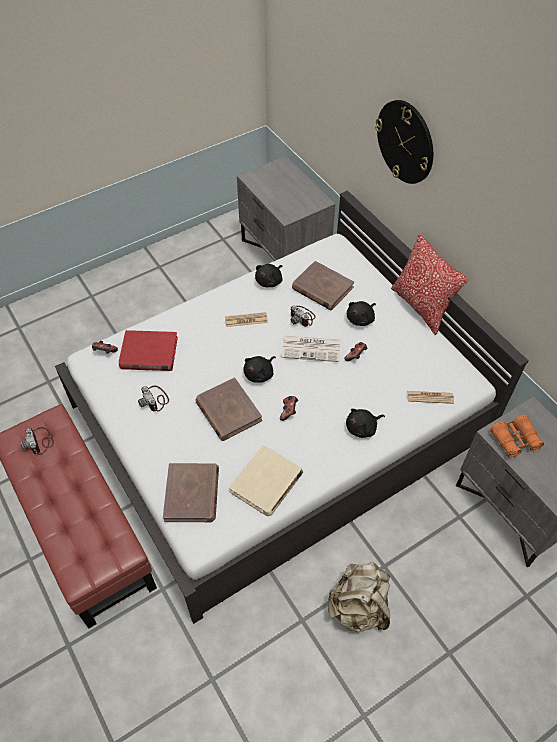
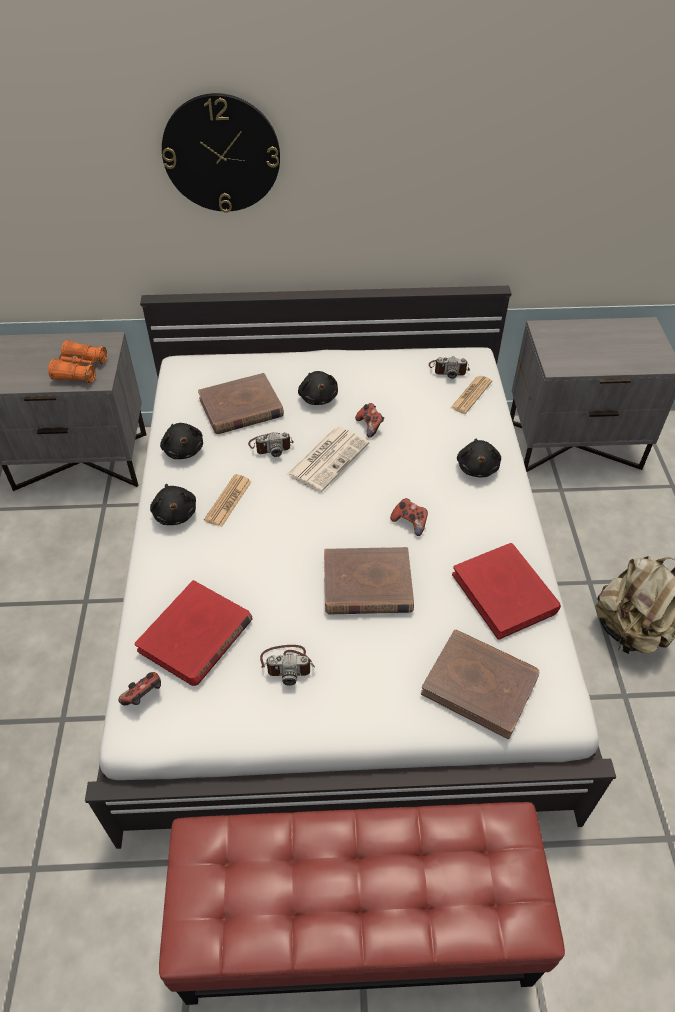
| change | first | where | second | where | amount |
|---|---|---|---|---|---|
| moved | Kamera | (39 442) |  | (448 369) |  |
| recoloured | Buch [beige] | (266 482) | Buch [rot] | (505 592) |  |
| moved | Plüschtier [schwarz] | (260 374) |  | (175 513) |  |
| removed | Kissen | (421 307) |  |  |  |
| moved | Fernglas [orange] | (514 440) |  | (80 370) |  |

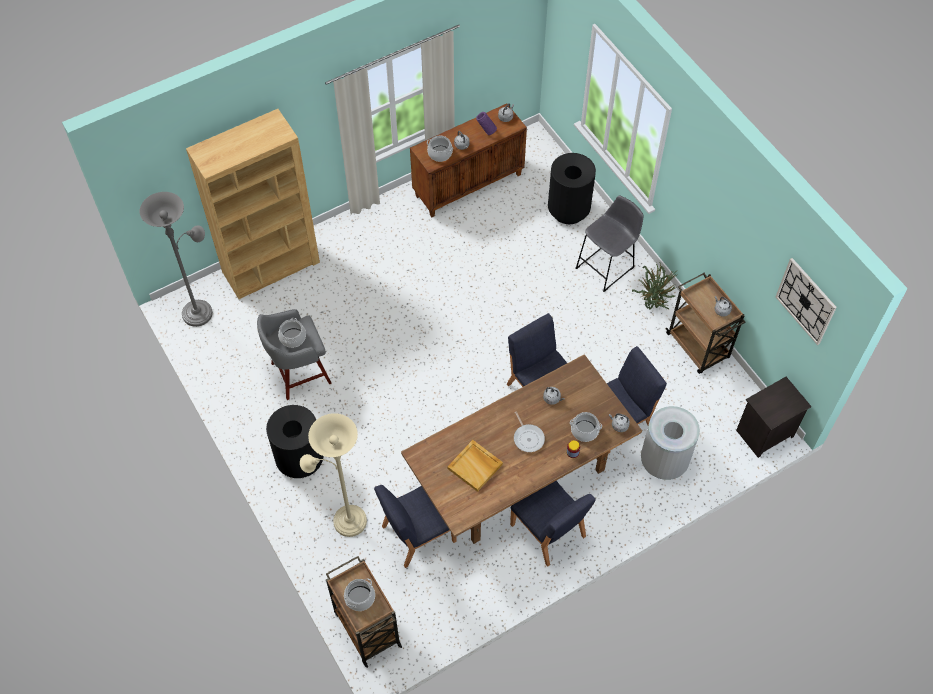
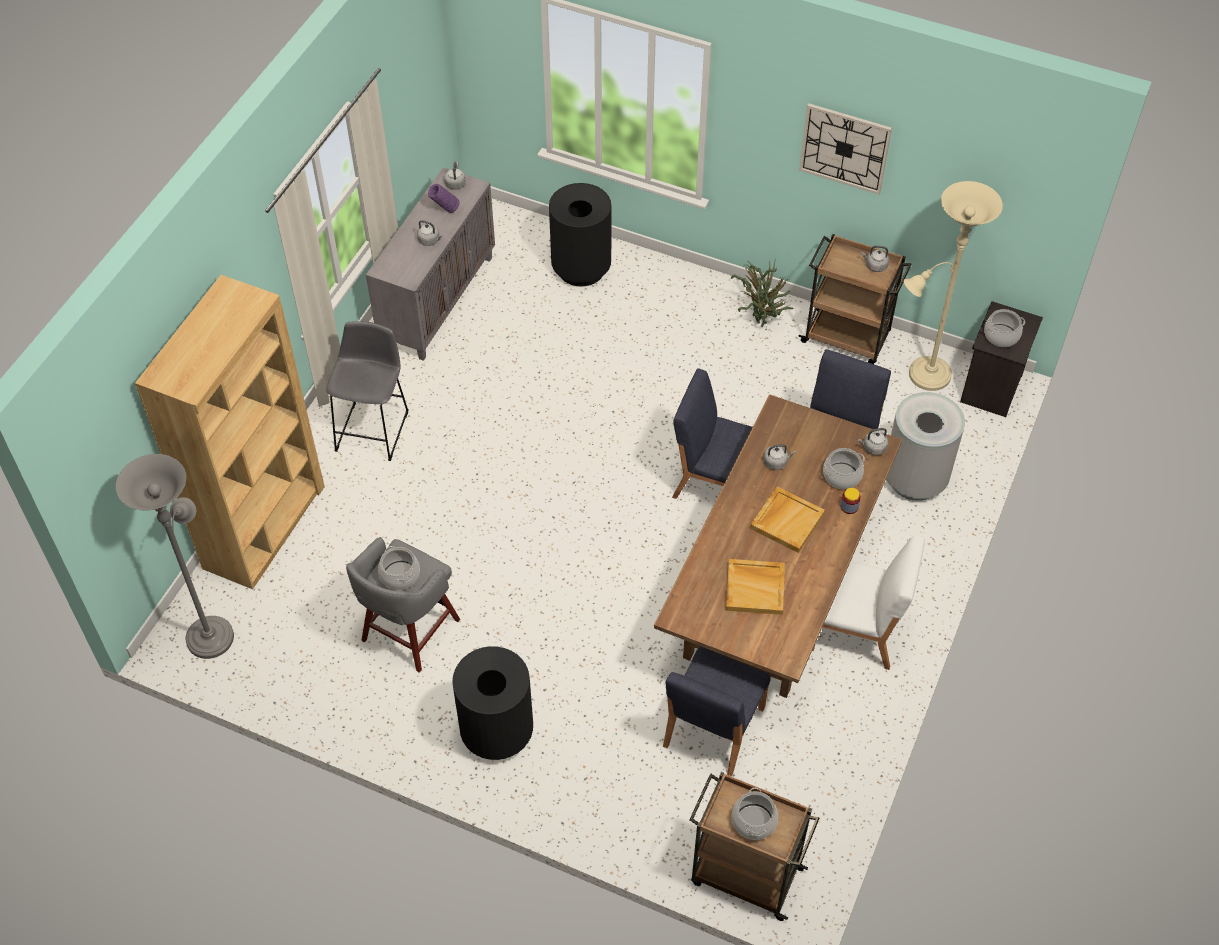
| change | first | where | second | where | amount |
|---|---|---|---|---|---|
| moved | Stehlampe [beige] | (345 520) |  | (924 376) |  |
| recoloured | Schrank [braun] | (468 184) | Schrank [grau] | (438 300) |  |
| moved | Kochtopf | (440 153) |  | (1001 335) |  |
| recoloured | Stuhl [blau] | (548 531) | Stuhl [weiß] | (857 631) |  |
| replaced | Pfanne | (528 438) | Tablett [beige] | (787 520) |  |
| moved | Hocker [grau] | (607 266) |  | (374 428) |  |
| moved | Wanduhr | (806 301) |  | (845 148) |  |

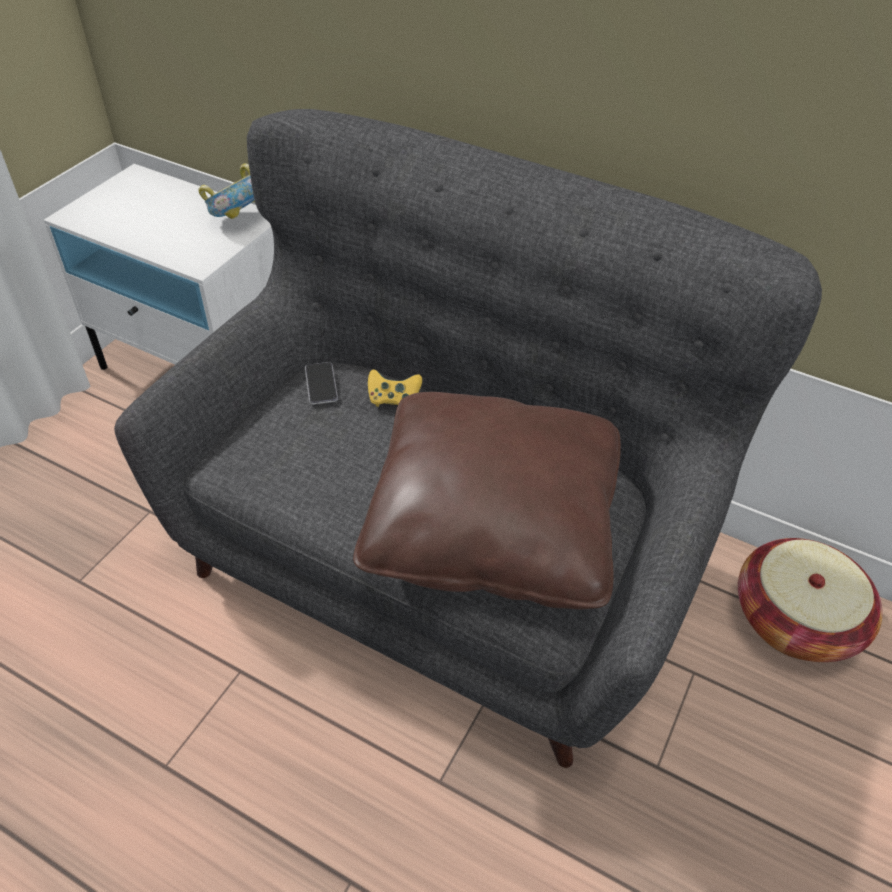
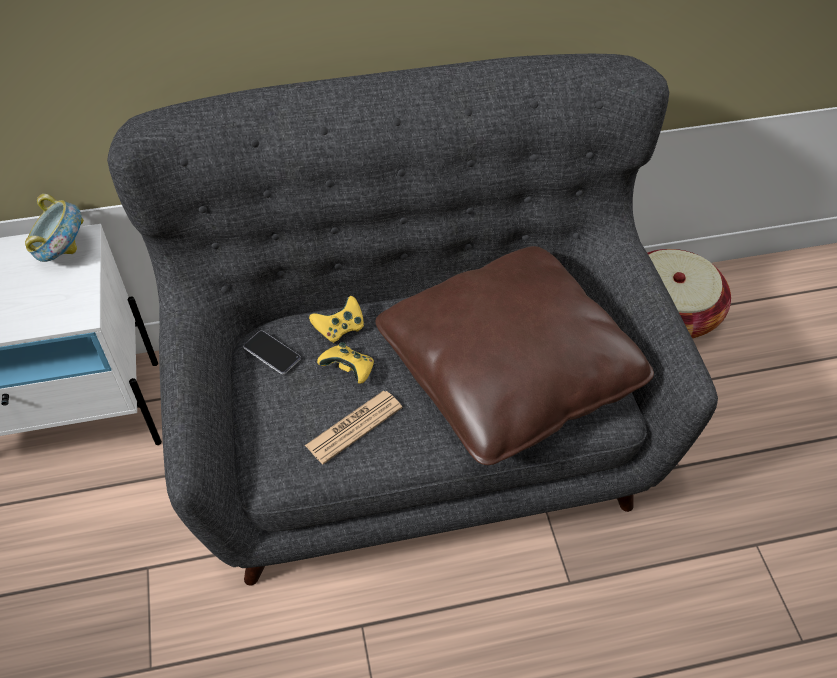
| change | first | where | second | where | amount |
|---|---|---|---|---|---|
| added |  |  | Zeitung | (354 427) |  |
| added |  |  | Gamepad [gelb] | (349 371) |  |

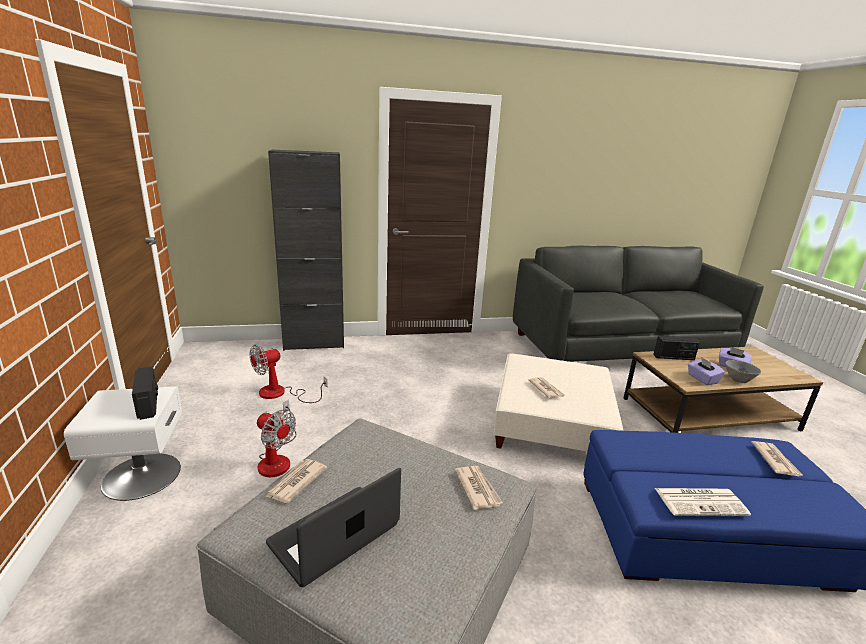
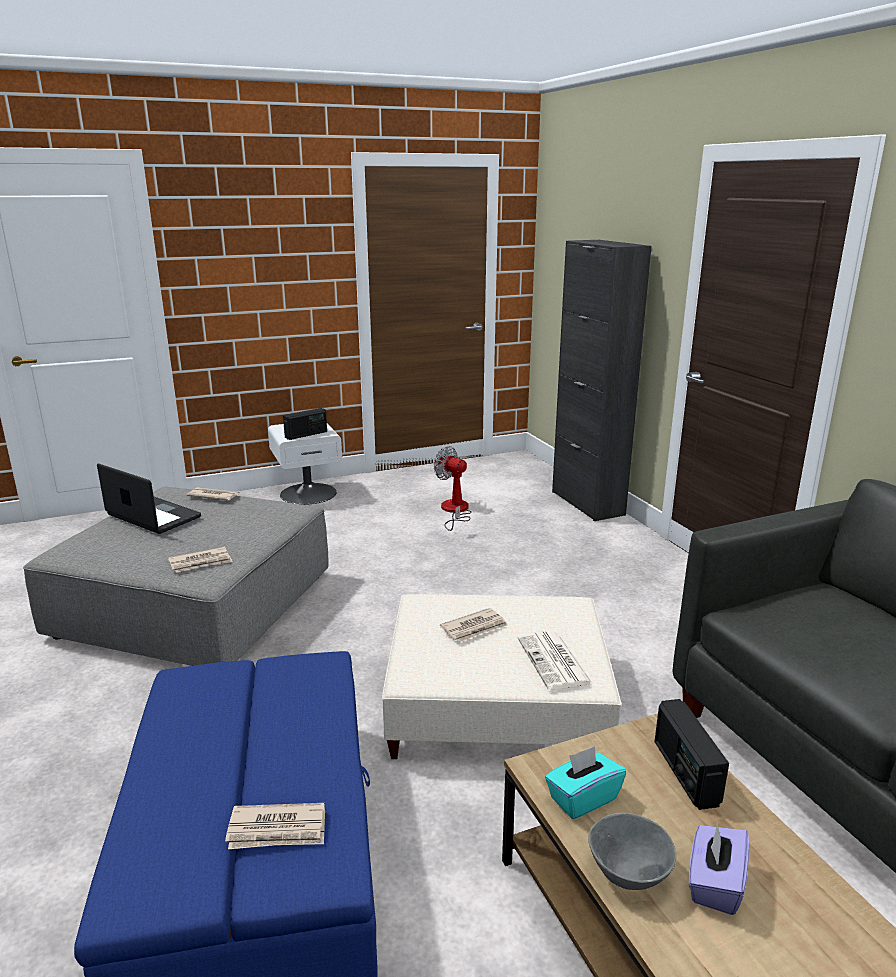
| change | first | where | second | where | amount |
|---|---|---|---|---|---|
| removed | Ventilator | (277 459) |  |  |  |
| moved | Zeitung | (701 501) |  | (555 662) |  |
| recoloured | Taschentuchbox [lila] | (702 379) | Taschentuchbox [türkis] | (582 798) |  |

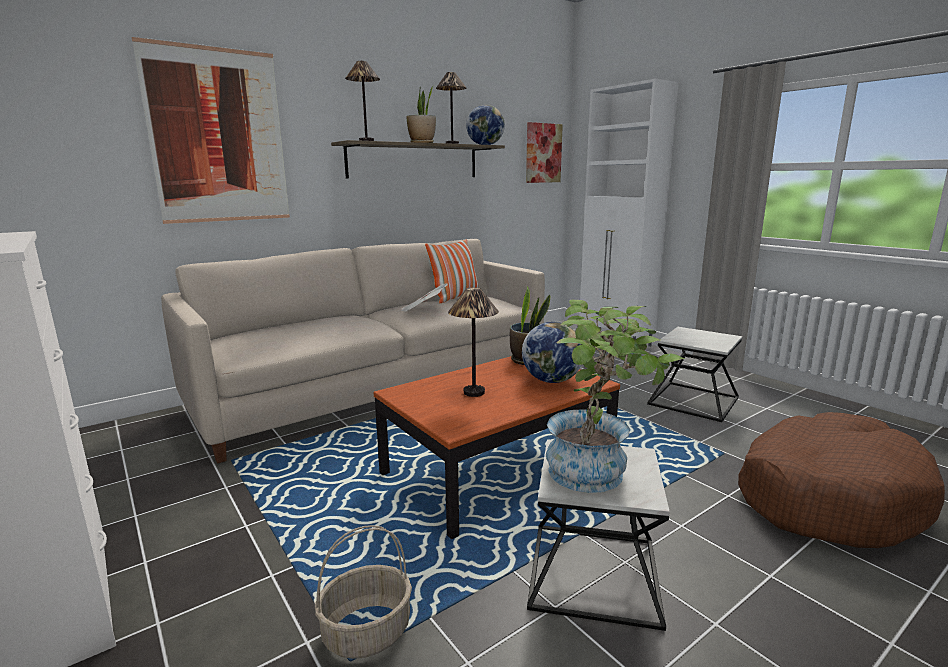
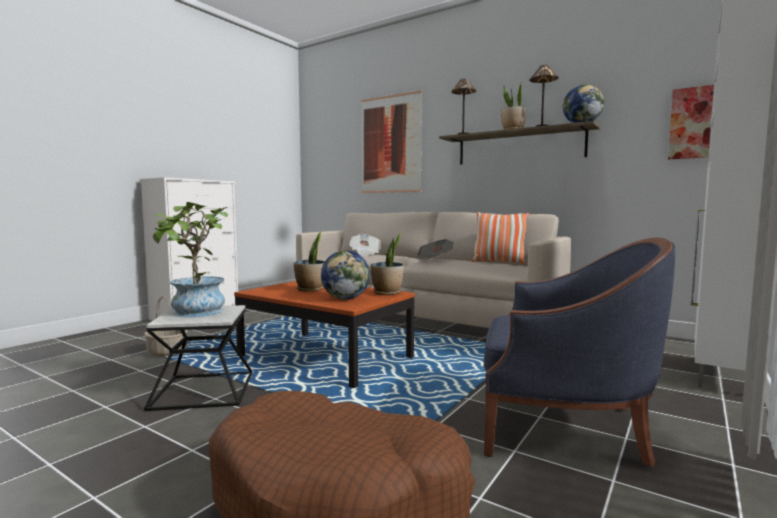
| change | first | where | second | where | amount |
|---|---|---|---|---|---|
| replaced | Tischlampe | (473 392) | Topfpflanze | (310 289) |  |
| replaced | Beistelltisch | (693 401) | Sessel [blau] | (561 425) |  |
| added |  |  | Zeitung | (365 253) |  |

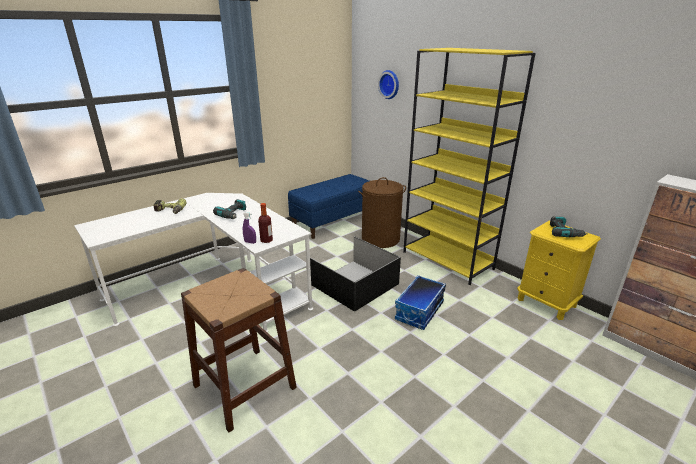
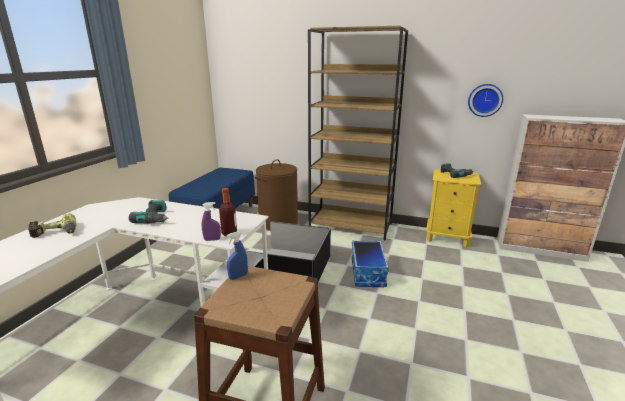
| change | first | where | second | where | amount |
|---|---|---|---|---|---|
| moved | Wanduhr | (390 84) |  | (485 100) |  |
| recoloured | Bücherregal [gelb] | (448 260) | Bücherregal [braun] | (351 226) |  |
| added |  |  | Sprühflasche [blau] | (238 276) |  |

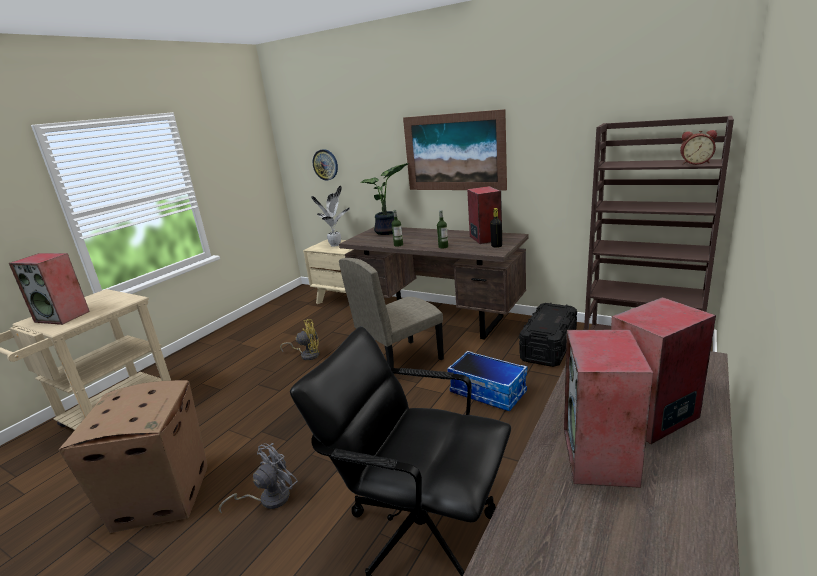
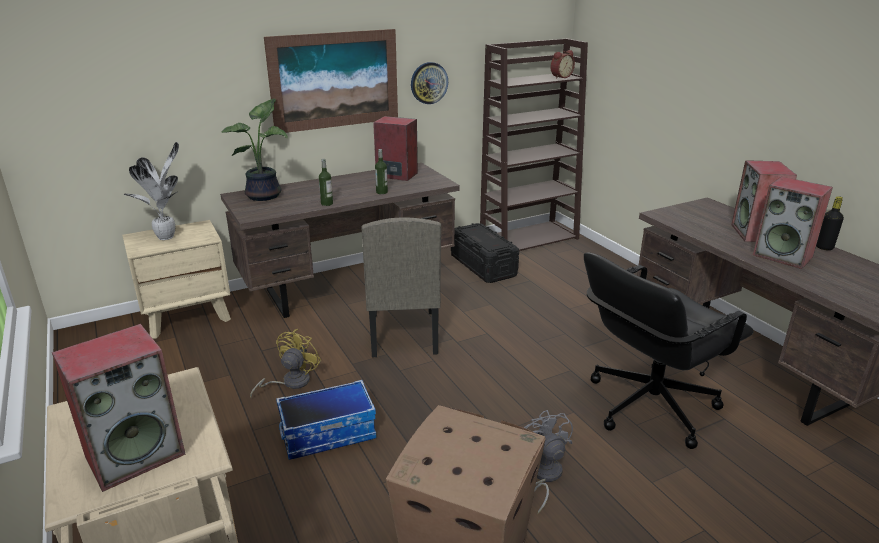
| change | first | where | second | where | amount |
|---|---|---|---|---|---|
| moved | Wanduhr | (325 164) |  | (429 83) |  |
| moved | Aufbewahrungsbox | (488 392) |  | (328 433) |  |
| moved | Flasche [schwarz] | (496 246) |  | (824 247) |  |

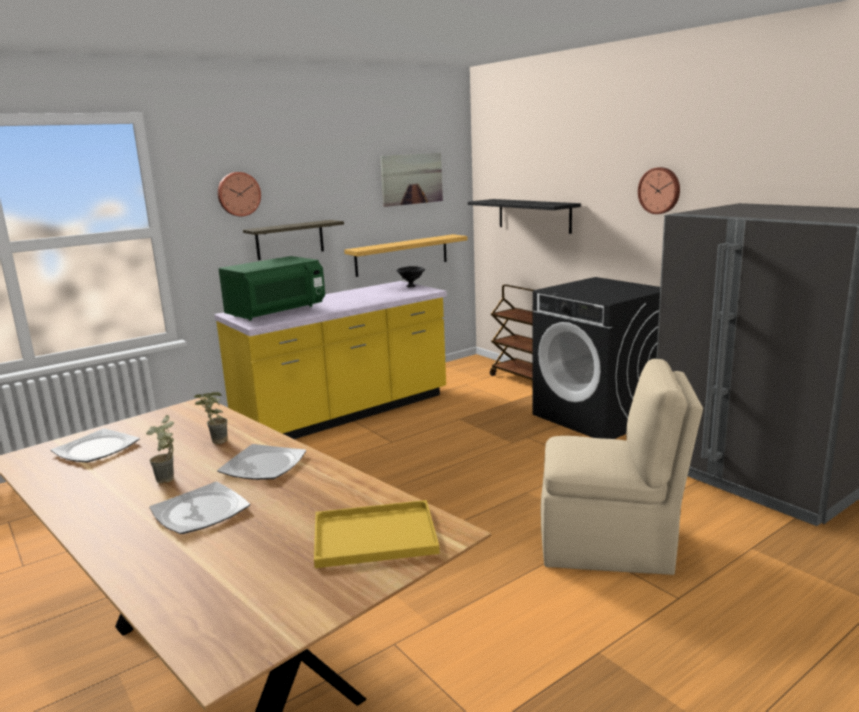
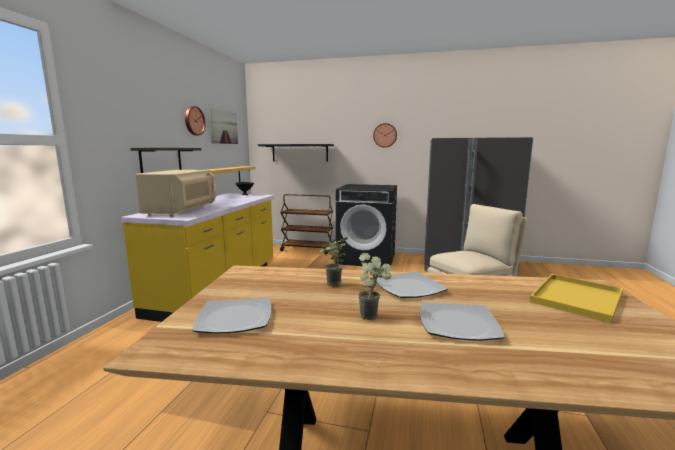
| change | first | where | second | where | amount |
|---|---|---|---|---|---|
| moved | Wanduhr | (238 194) |  | (194 121) |  |
| recoloured | Mikrowelle [grün] | (276 312) | Mikrowelle [beige] | (182 211) |  |

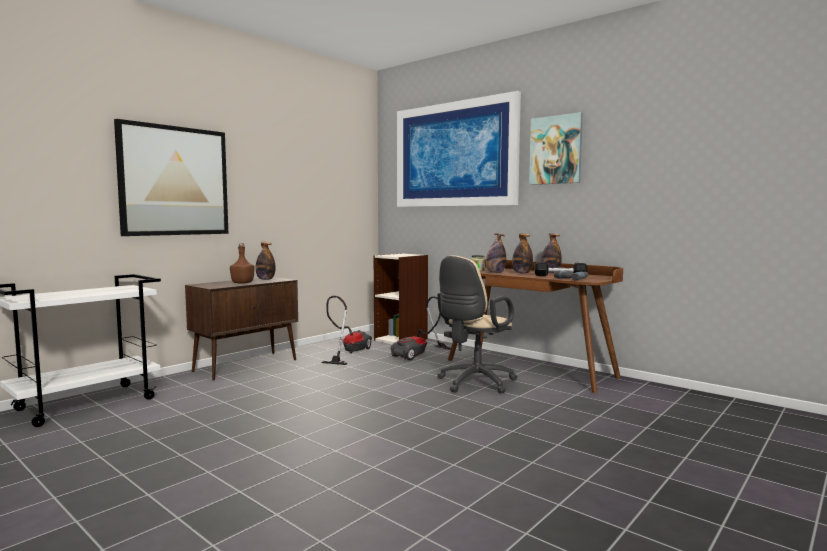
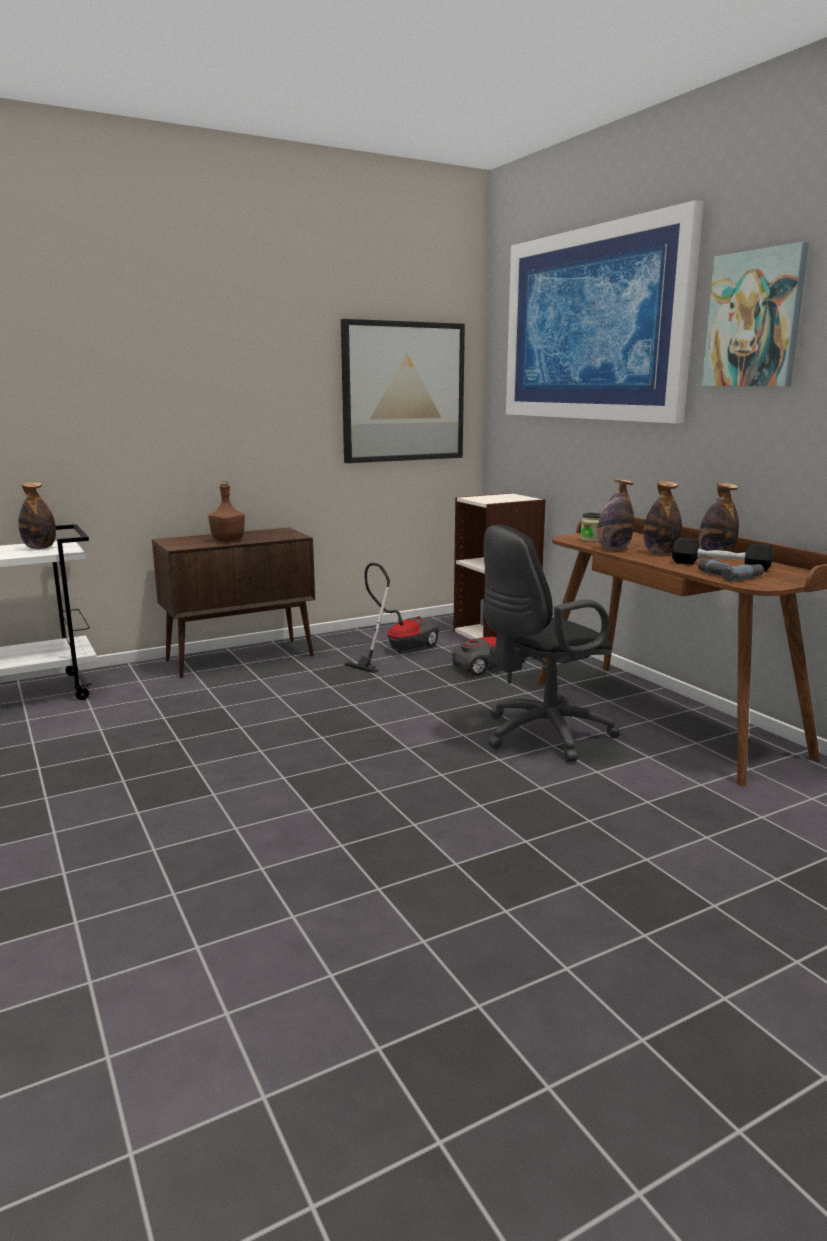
| change | first | where | second | where | amount |
|---|---|---|---|---|---|
| moved | Bild | (174 181) |  | (403 392) |  |
| moved | Flasche | (265 279) |  | (40 548) |  |
| recoloured | Bürostuhl [beige] | (473 383) | Bürostuhl [schwarz] | (540 735) |  |

